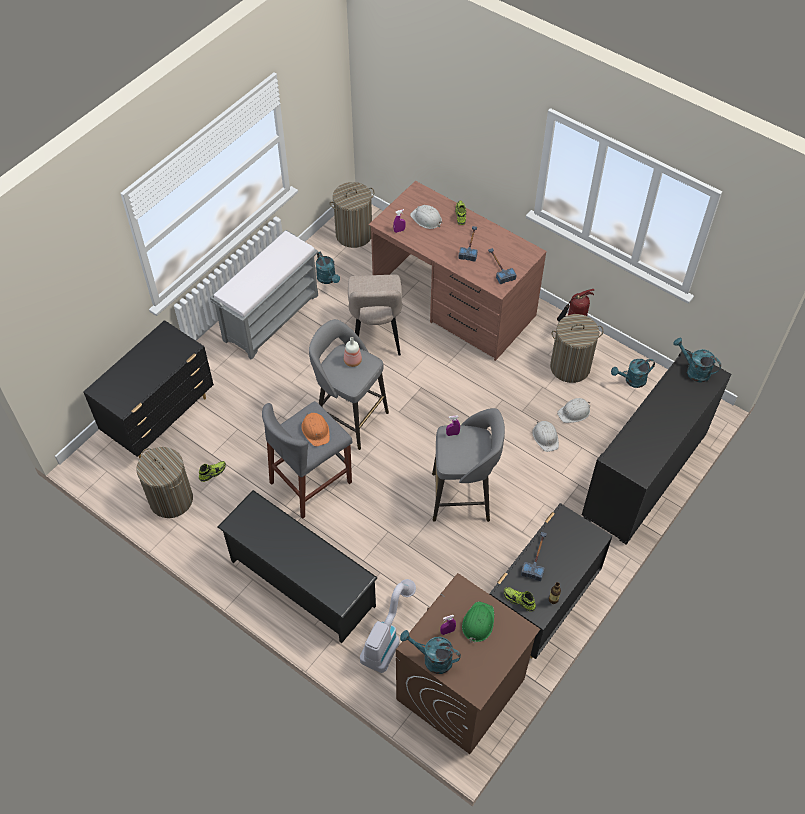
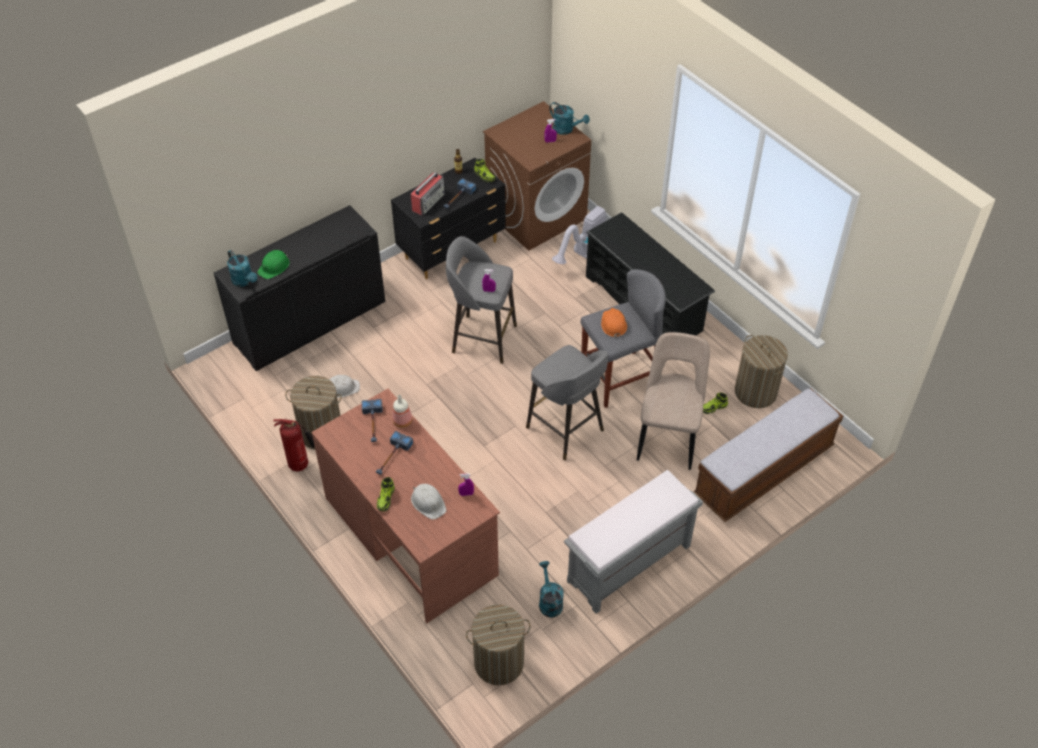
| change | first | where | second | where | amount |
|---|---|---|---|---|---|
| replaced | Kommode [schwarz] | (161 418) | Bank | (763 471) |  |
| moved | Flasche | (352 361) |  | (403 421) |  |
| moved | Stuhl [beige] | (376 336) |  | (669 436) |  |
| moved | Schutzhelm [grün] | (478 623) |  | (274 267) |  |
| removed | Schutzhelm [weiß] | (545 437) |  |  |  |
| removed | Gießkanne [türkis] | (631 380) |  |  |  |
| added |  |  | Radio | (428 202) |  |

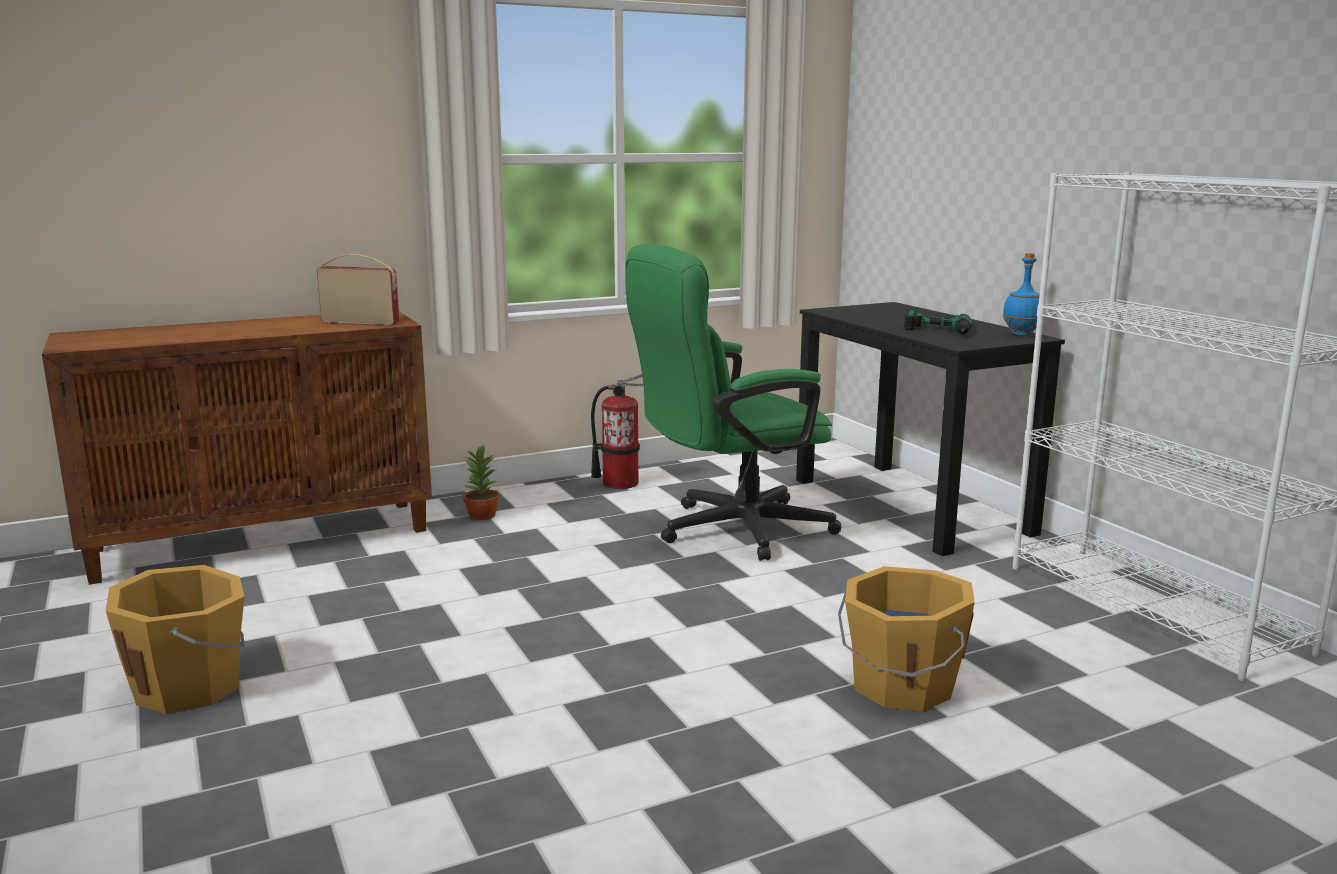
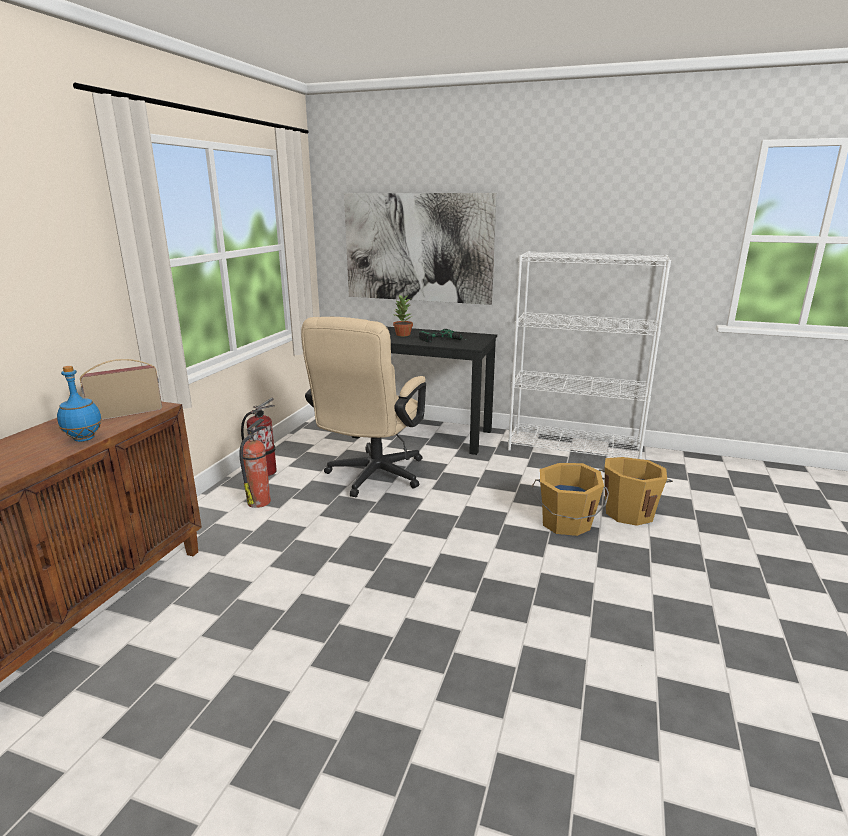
| change | first | where | second | where | amount |
|---|---|---|---|---|---|
| moved | Eimer [orange] | (191 686) |  | (628 512) |  |
| moved | Topfpflanze | (481 515) |  | (403 334) |  |
| recoloured | Bürostuhl [grün] | (729 531) | Bürostuhl [beige] | (371 478) |  |
| moved | Flasche [blau] | (1022 334) |  | (85 439) |  |
| added |  |  | Feuerlöscher | (260 501) |  |
| added |  |  | Bild | (418 248) |  |

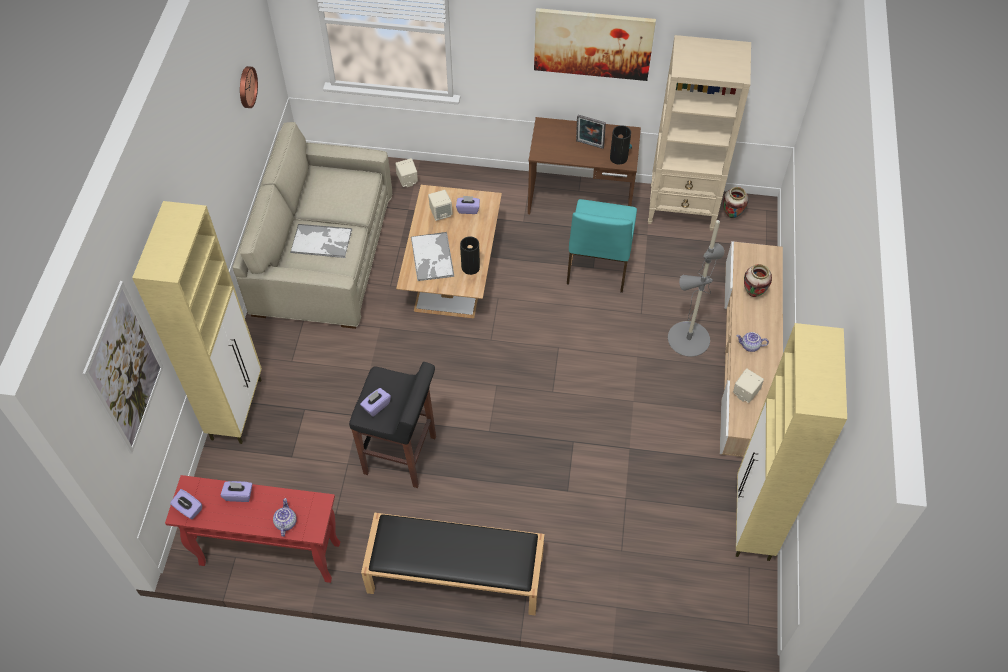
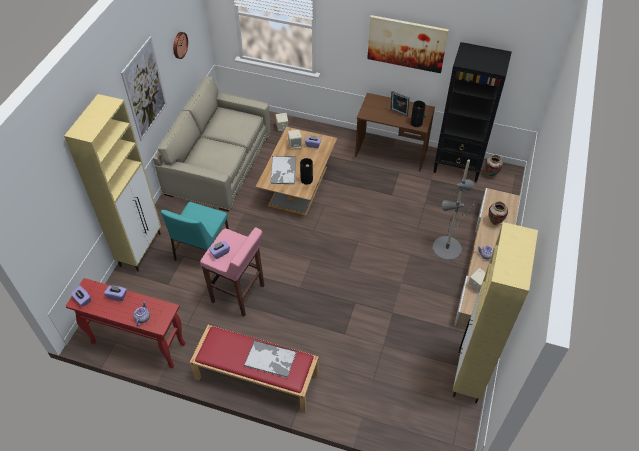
| change | first | where | second | where | amount |
|---|---|---|---|---|---|
| moved | Bild | (125 369) |  | (145 89) |  |
| moved | Tablett | (322 241) |  | (271 359) |  |
| recoloured | Hocker [schwarz] | (401 455) | Hocker [rosa] | (238 294) |  |
| recoloured | Bank [schwarz] | (454 574) | Bank [rot] | (256 376) |  |
| moved | Stuhl [türkis] | (597 265) |  | (201 250) |  |
| recoloured | Bücherregal [beige] | (682 208) | Bücherregal [schwarz] | (458 166) |  |

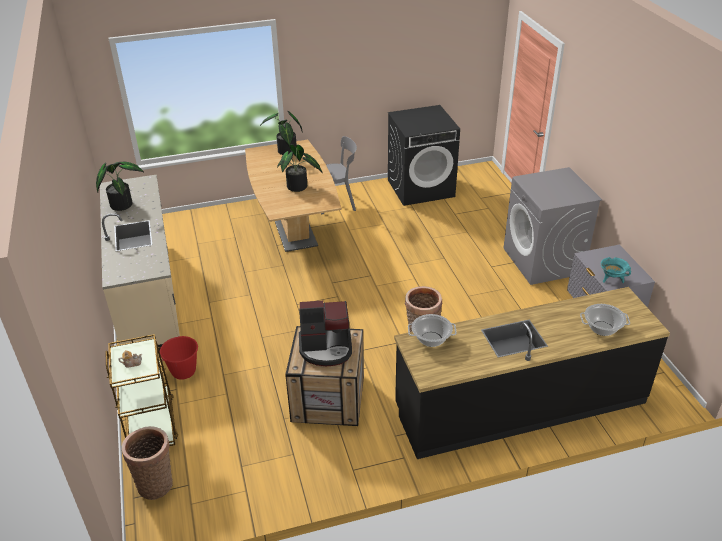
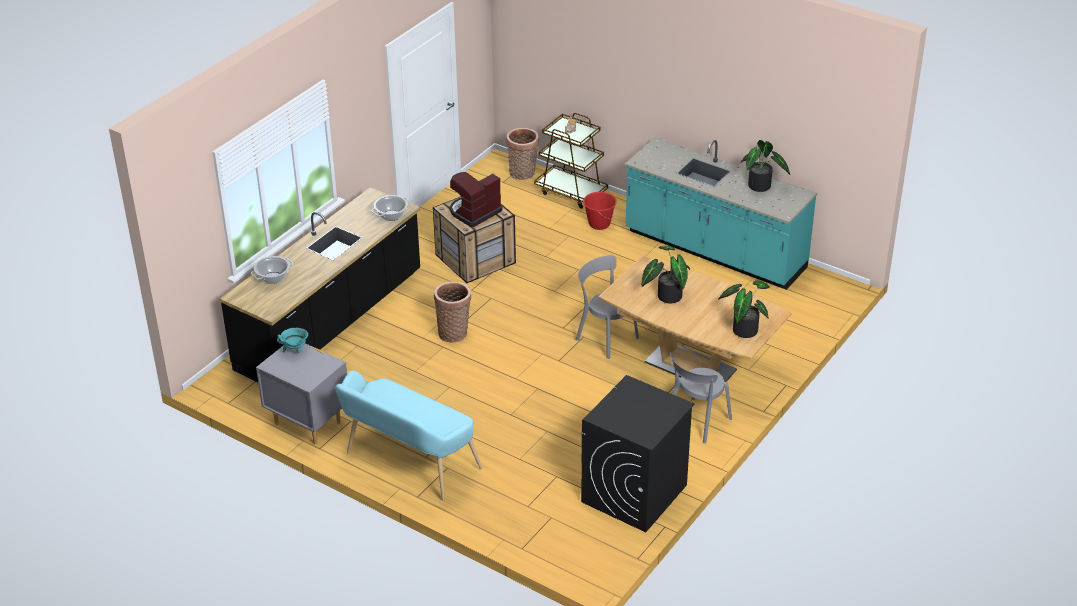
| change | first | where | second | where | amount |
|---|---|---|---|---|---|
| recoloured | Küchenzeile [beige] | (149 295) | Küchenzeile [türkis] | (714 251) |  |
| replaced | Waschmaschine [grau] | (543 261) | Bank [türkis] | (408 463) |  |
| added |  |  | Stuhl [grau] | (605 337) |  |

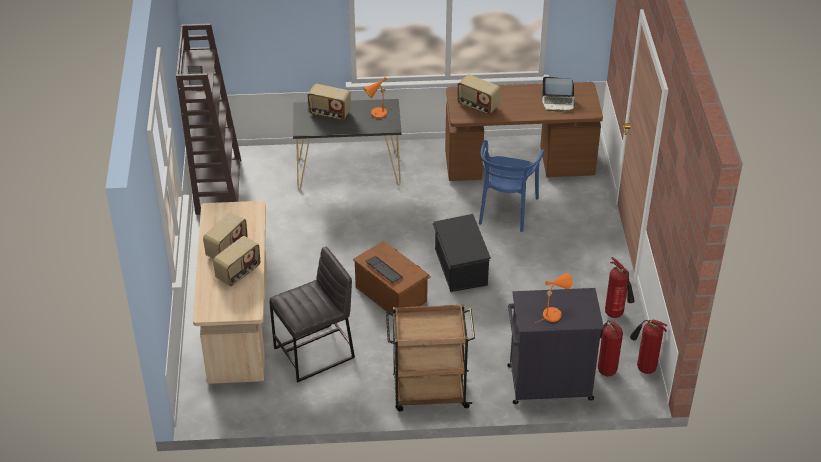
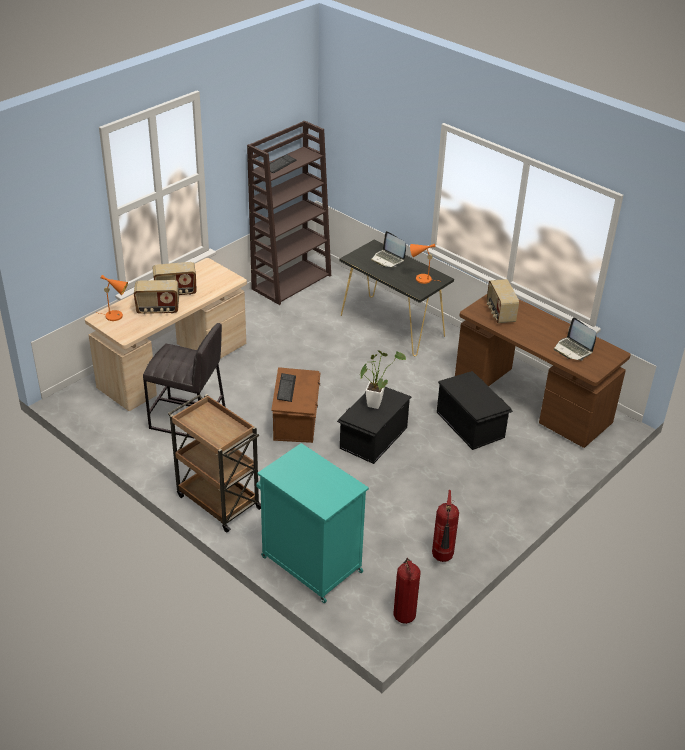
| change | first | where | second | where | amount |
|---|---|---|---|---|---|
| replaced | Radio | (329 113) | Laptop | (388 259) |  |
| replaced | Stuhl [blau] | (506 209) | Aufbewahrungsbox [schwarz] | (470 424) |  |
| recoloured | Schrank [schwarz] | (547 383) | Schrank [türkis] | (310 563) |  |
| moved | Tischlampe [orange] | (554 313) |  | (117 316) |  |
| removed | Feuerlöscher | (605 369) |  |  |  |
| added |  |  | Topfpflanze | (375 402) |  |

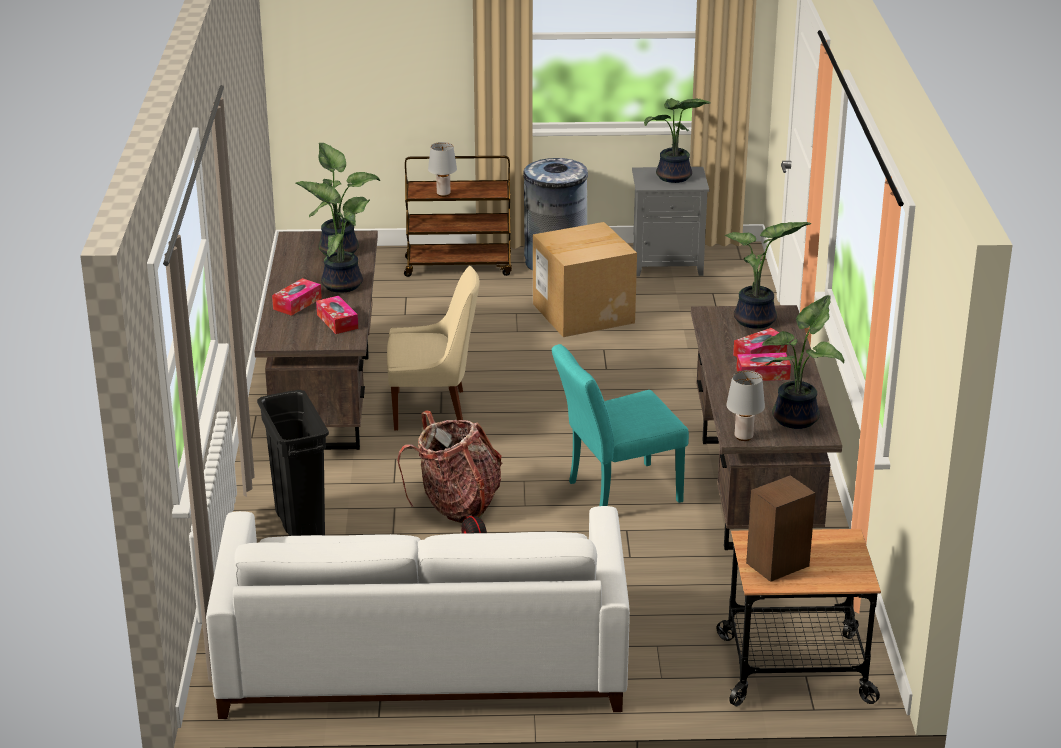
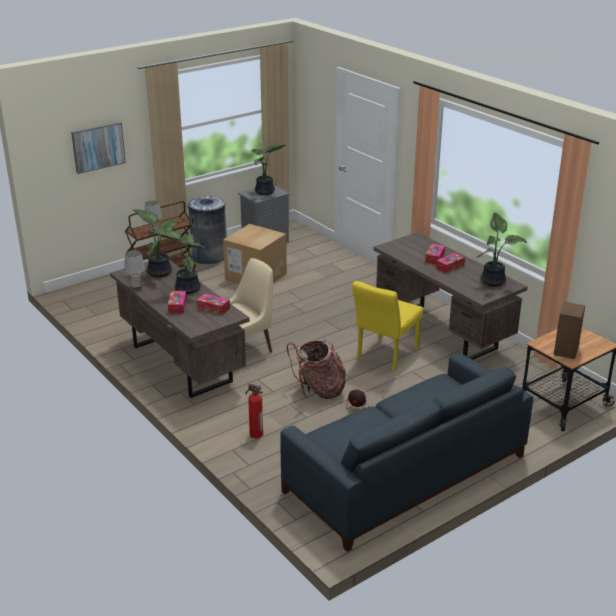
| change | first | where | second | where | amount |
|---|---|---|---|---|---|
| recoloured | Sofa [weiß] | (422 659) | Sofa [blau] | (404 473) |  |
| replaced | Mülleimer [schwarz] | (299 528) | Feuerlöscher | (255 434) |  |
| recoloured | Stuhl [türkis] | (616 493) | Stuhl [gelb] | (384 356) |  |
| removed | Topfpflanze | (757 321) |  |  |  |
| moved | Tischlampe [grau] | (743 437) |  | (136 286) |  |
| added |  |  | Bild | (98 147) |  |

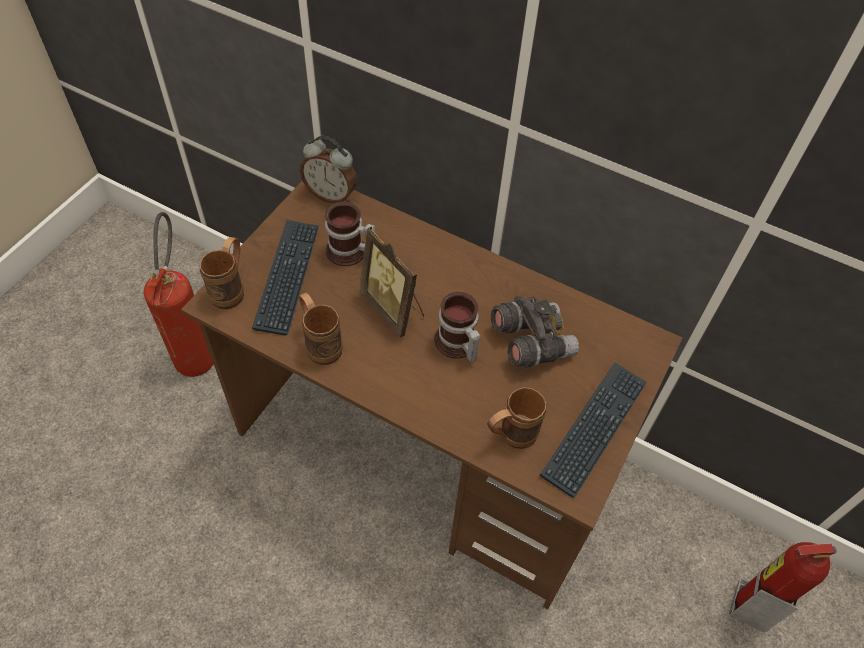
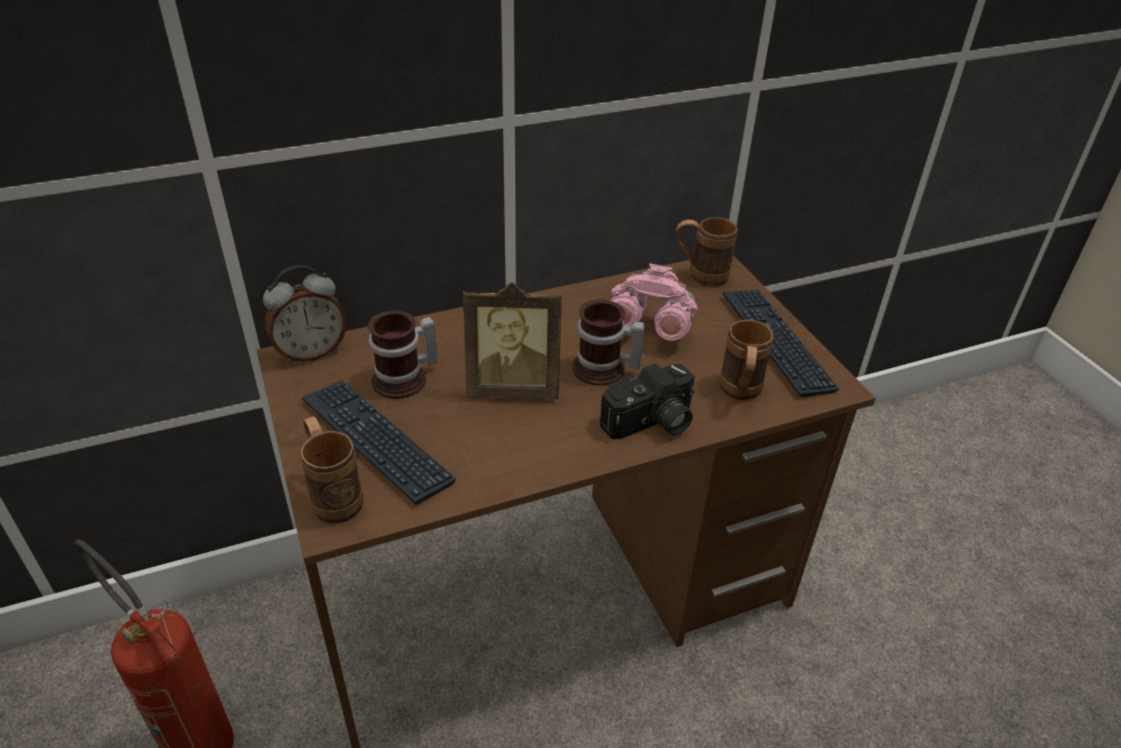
| change | first | where | second | where | amount |
|---|---|---|---|---|---|
| moved | Henkelbecher [braun] | (320 343) |  | (699 276) |  |
| recoloured | Fernglas [grau] | (530 342) | Fernglas [rosa] | (650 327) |  |
| removed | Feuerlöscher | (750 605) |  |  |  |
| added |  |  | Kamera | (651 423) |  |

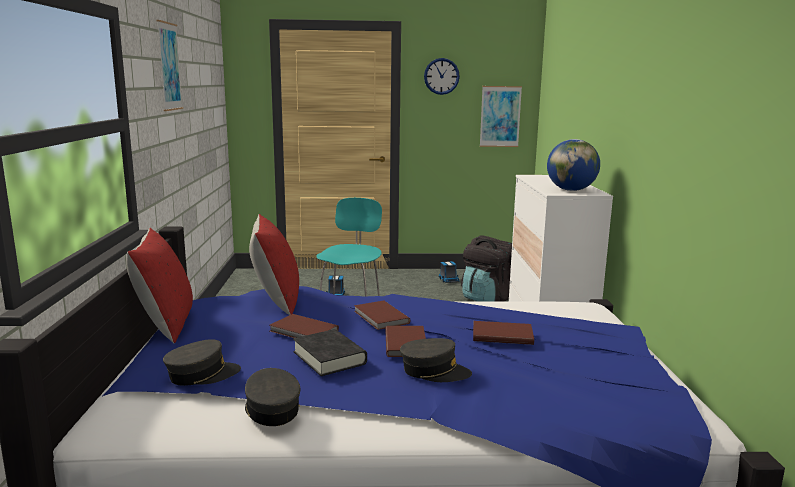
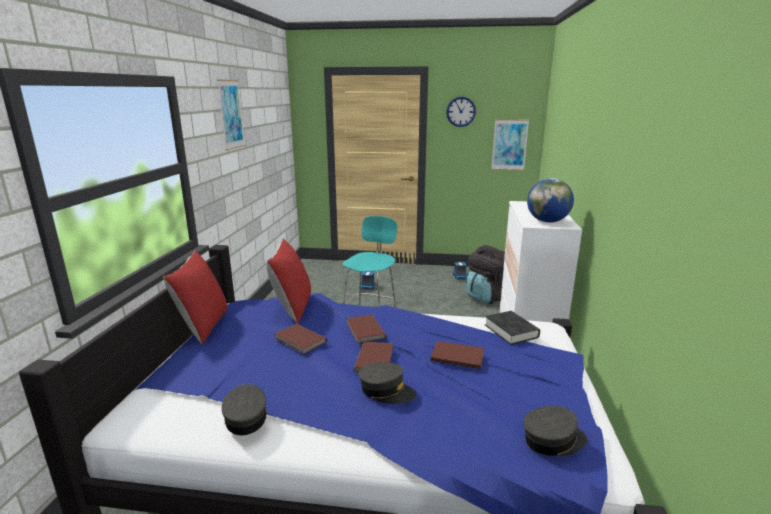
| change | first | where | second | where | amount |
|---|---|---|---|---|---|
| moved | Kappe [grau] | (202 375) |  | (553 440) |  |
| moved | Buch [schwarz] | (329 358) |  | (511 331) |  |

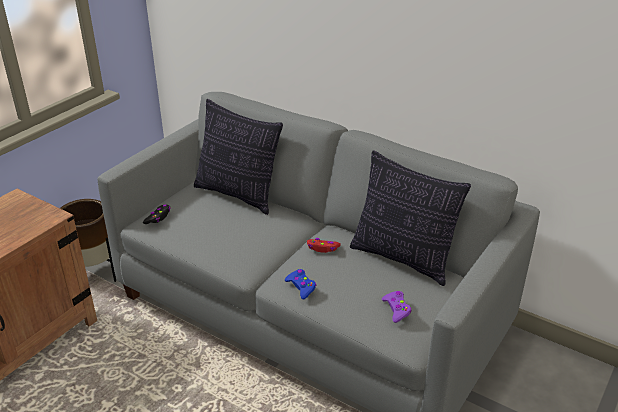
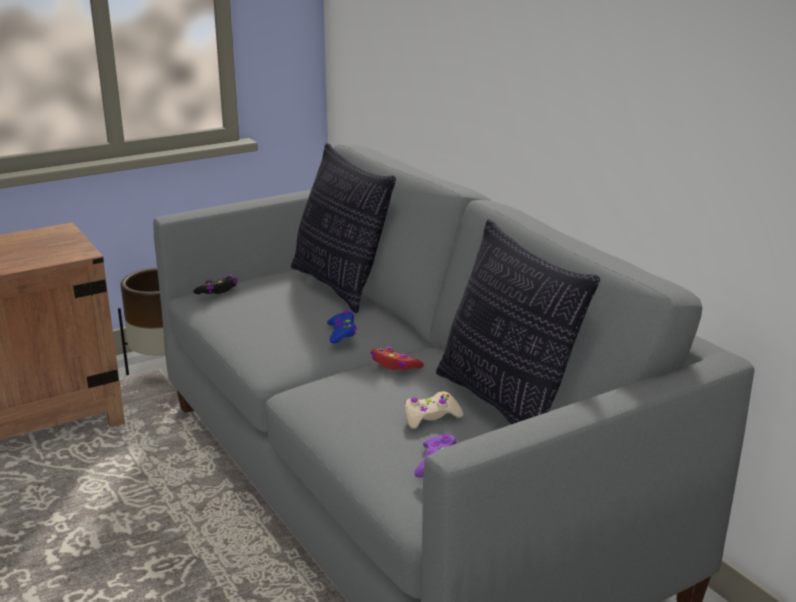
| change | first | where | second | where | amount |
|---|---|---|---|---|---|
| moved | Gamepad [blau] | (301 287) |  | (342 333) |  |
| added |  |  | Gamepad [beige] | (431 417) |  |

